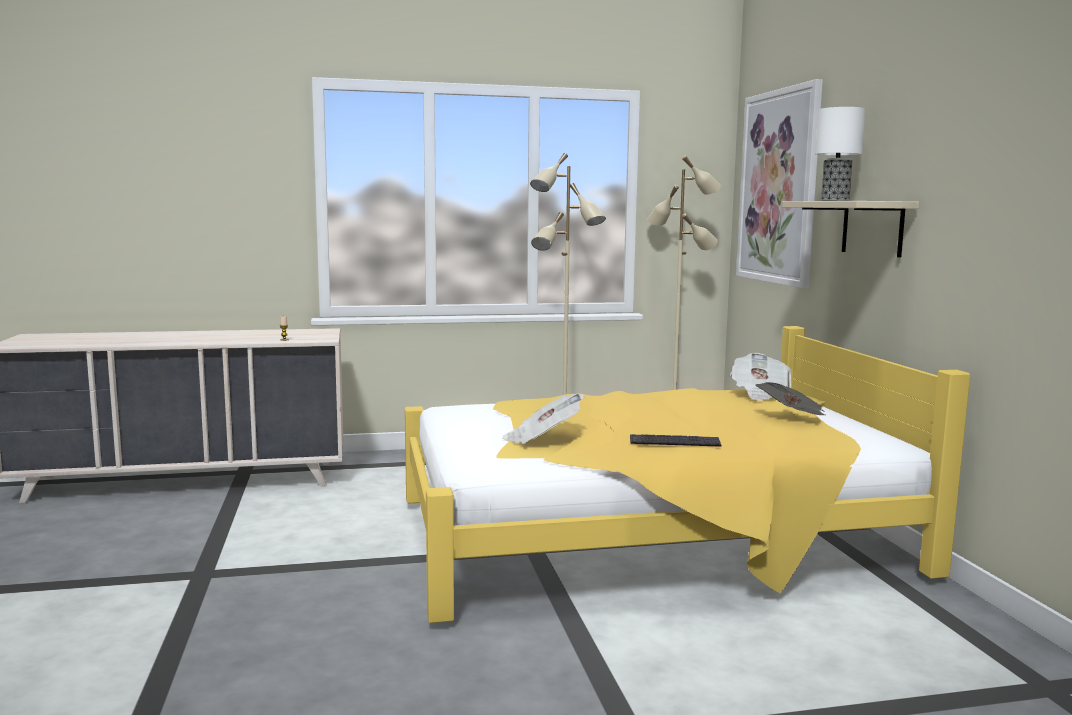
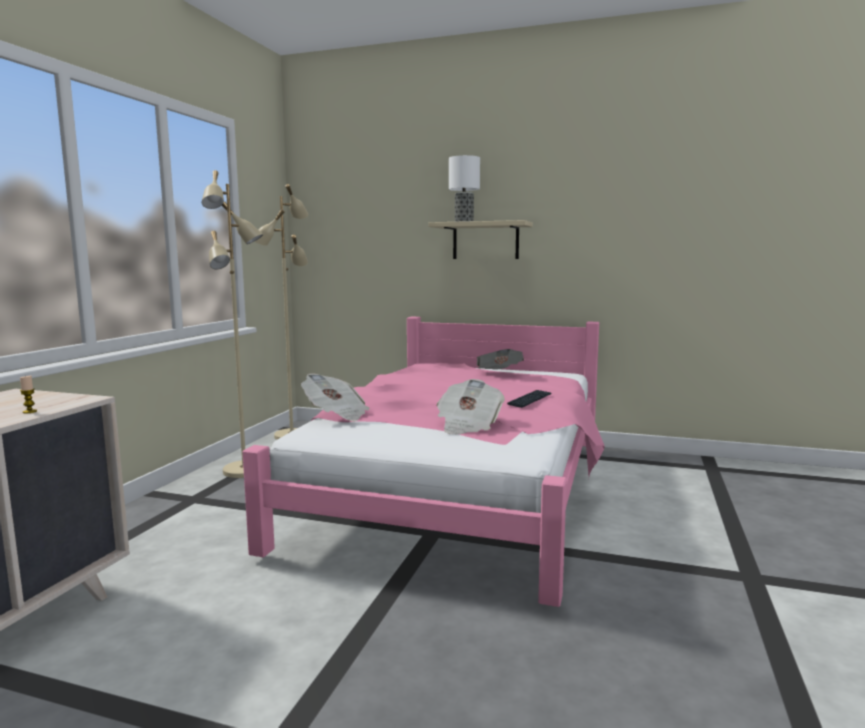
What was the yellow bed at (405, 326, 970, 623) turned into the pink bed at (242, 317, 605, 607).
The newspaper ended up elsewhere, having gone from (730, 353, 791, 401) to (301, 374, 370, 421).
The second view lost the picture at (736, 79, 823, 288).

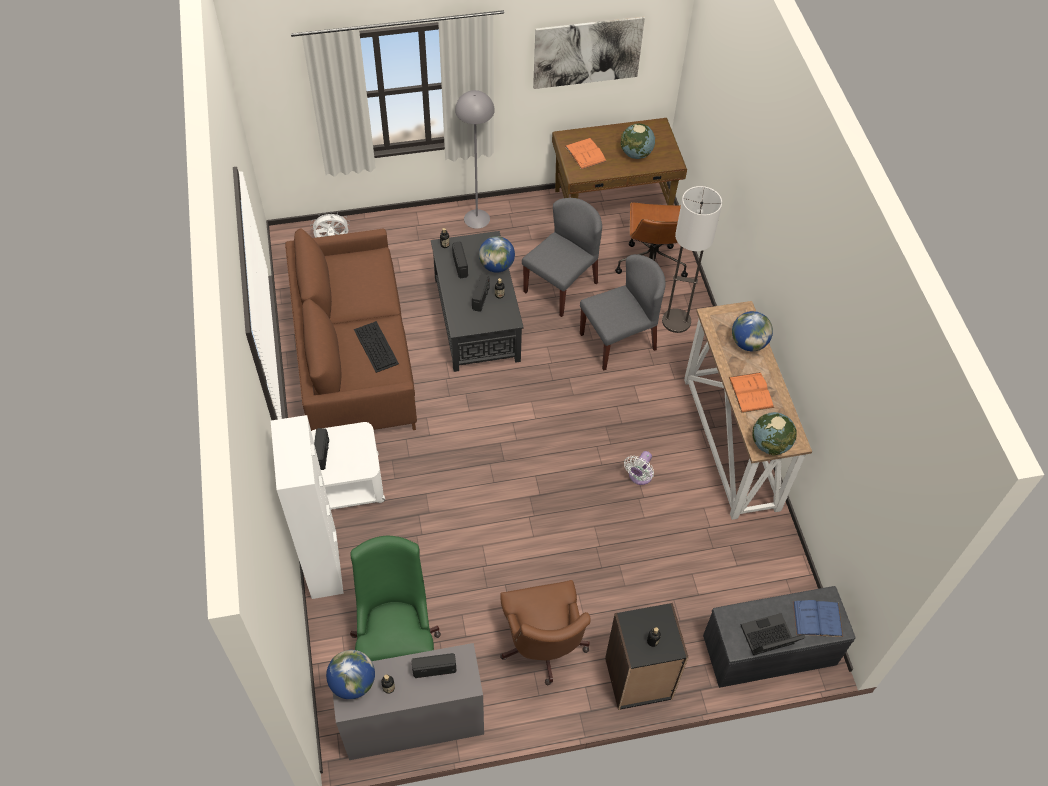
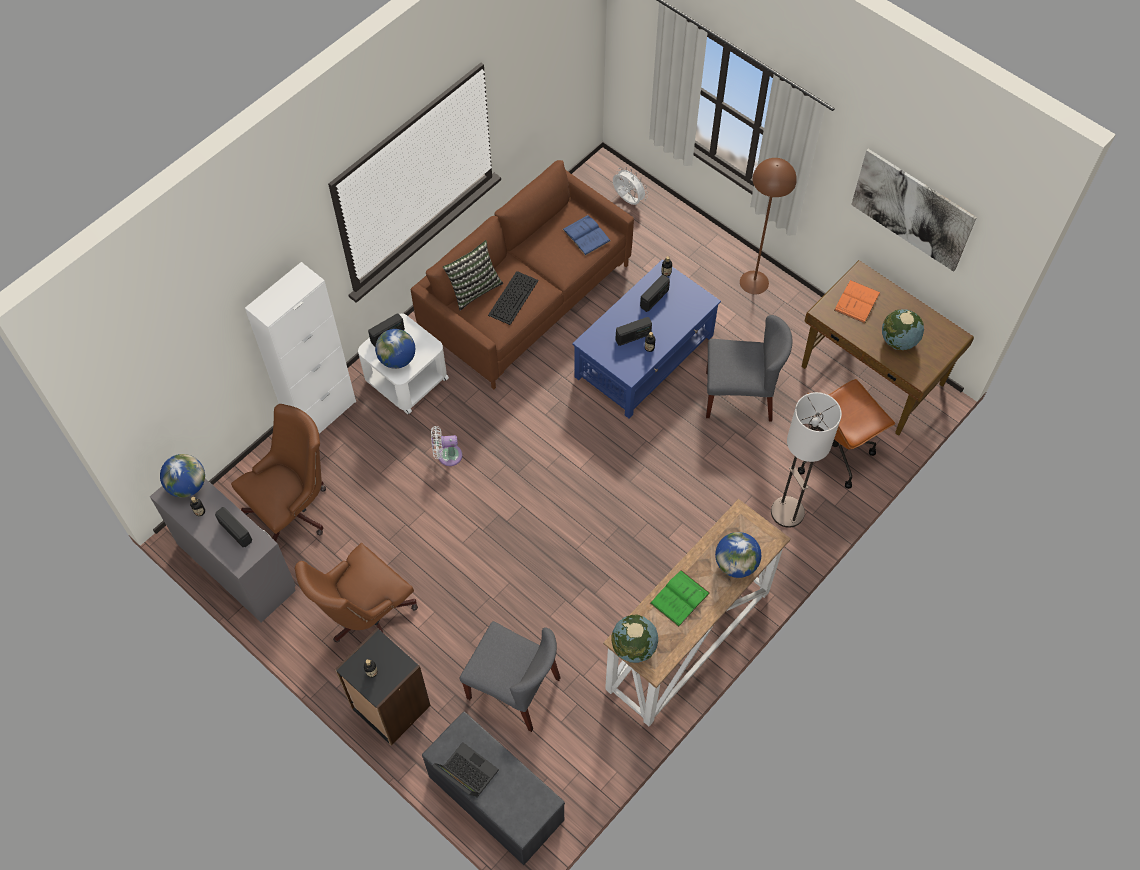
What was the green office chair at (350, 536, 441, 661) turned into the brown office chair at (231, 404, 326, 541).
The globe ended up elsewhere, having gone from (479, 236, 515, 272) to (375, 329, 415, 369).
The white fan ended up elsewhere, having gone from (624, 451, 654, 485) to (431, 426, 463, 466).
The second view gained the pillow at (443, 240, 503, 311).
The grey chair ended up elsewhere, having gone from (580, 254, 666, 371) to (460, 621, 560, 732).
The blue book ended up elsewhere, having gone from (793, 600, 843, 637) to (562, 215, 611, 256).
What was the black coffee table at (431, 231, 524, 372) turned into the blue coffee table at (572, 260, 721, 418).
What was the orange book at (729, 372, 774, 413) turned into the green book at (650, 570, 710, 627).
What was the grey floor lamp at (455, 90, 495, 229) turned into the brown floor lamp at (740, 158, 797, 294).

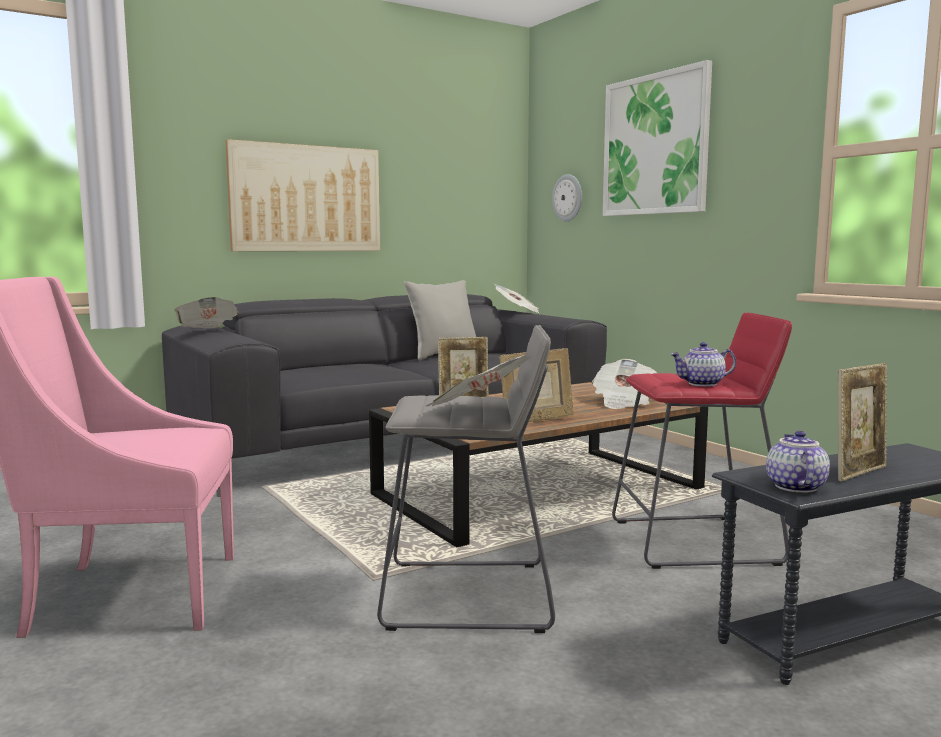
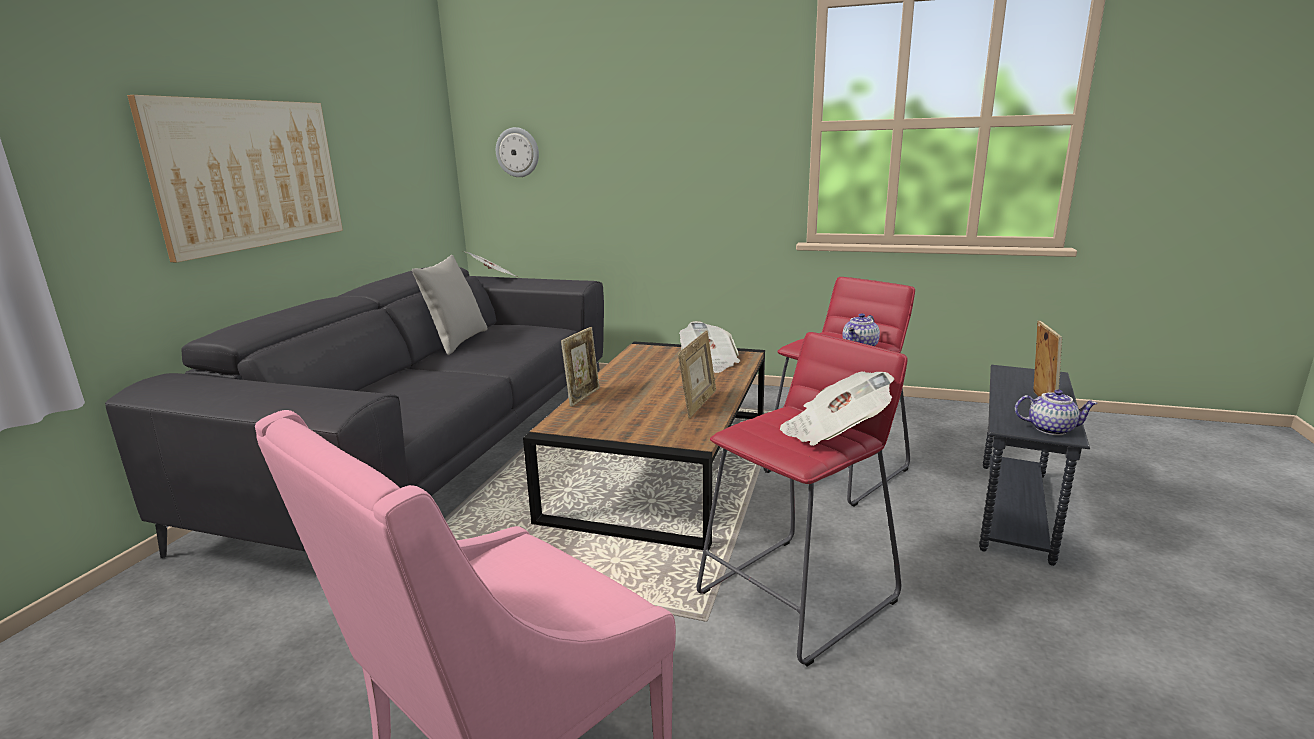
What was the grey stool at (377, 325, 555, 633) turned into the red stool at (697, 332, 908, 667).
The teapot at (766, 431, 830, 493) ended up facing another way, 135 degrees clockwise from before.
The second view lost the newspaper at (175, 297, 239, 329).
The second view lost the picture at (603, 60, 712, 216).

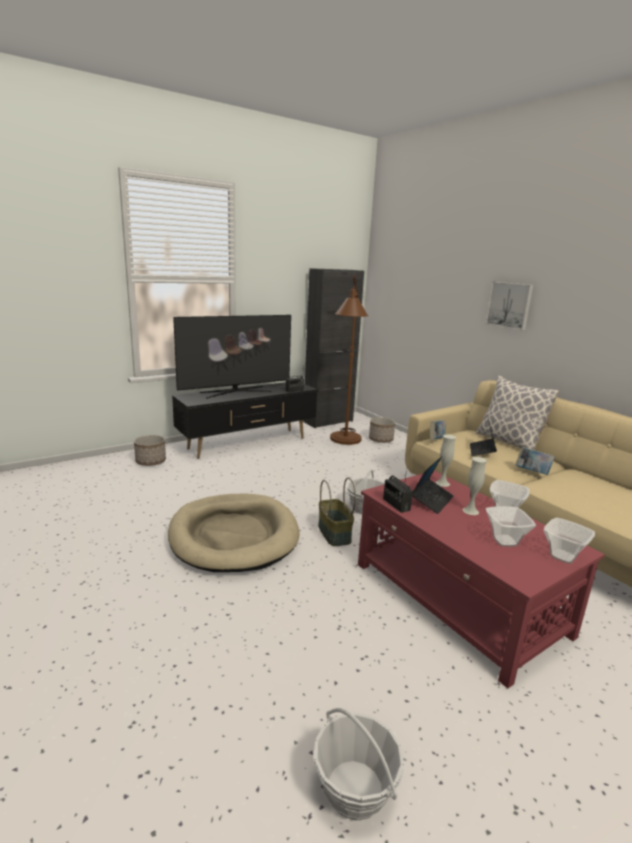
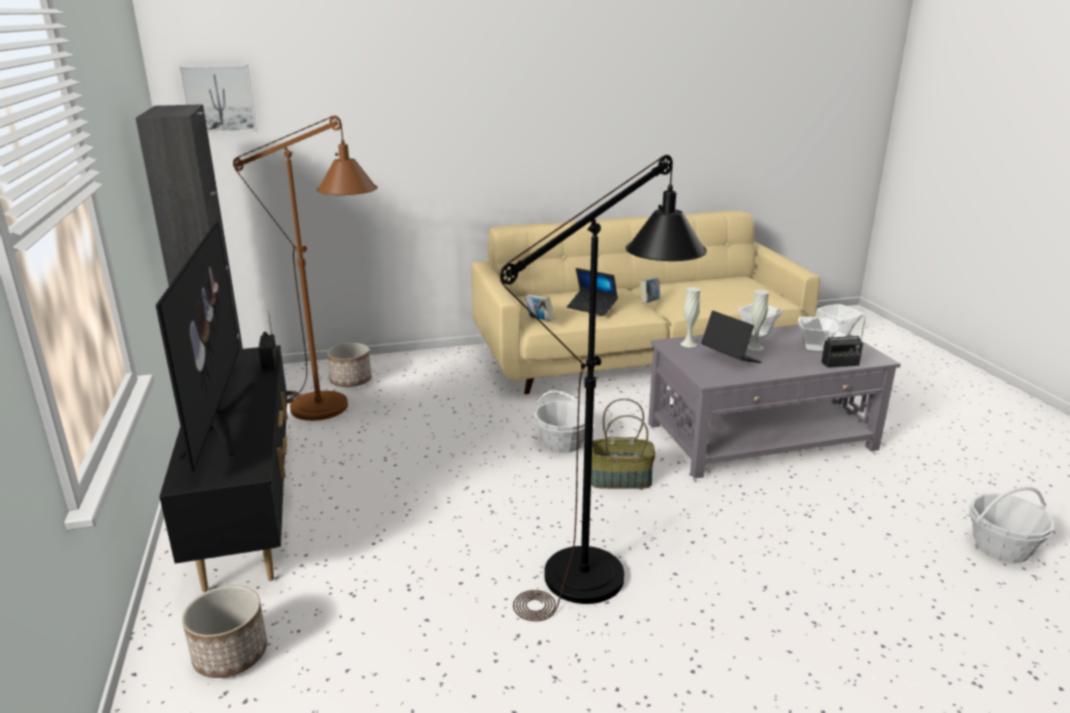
The picture ended up elsewhere, having gone from (486, 282, 533, 330) to (179, 65, 257, 133).
Where the beige dog bed stood at (168, 494, 299, 572), the black floor lamp came to stand at (500, 155, 707, 621).
What was the red coffee table at (358, 470, 605, 689) turned into the grey coffee table at (648, 325, 901, 479).
The radio ended up elsewhere, having gone from (383, 468, 413, 513) to (821, 320, 865, 368).
The second view lost the pillow at (476, 376, 559, 450).

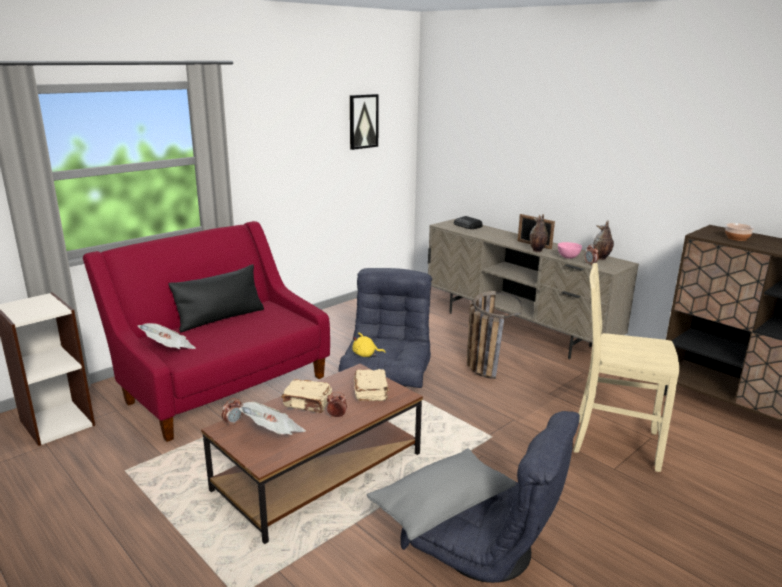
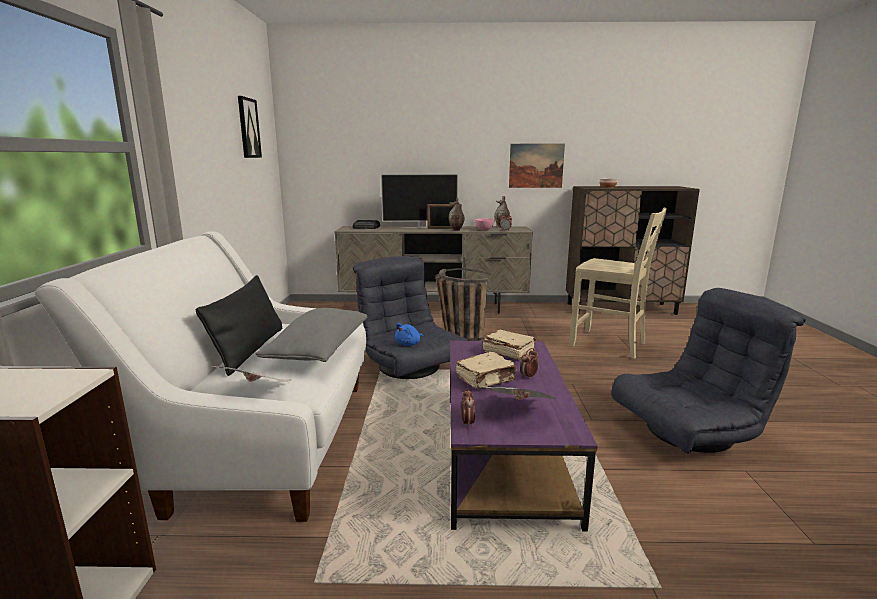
What was the red sofa at (83, 221, 330, 442) turned into the white sofa at (34, 231, 366, 522).
The grey pillow ended up elsewhere, having gone from (367, 448, 516, 541) to (256, 308, 367, 362).
The second view gained the television at (381, 174, 458, 228).
What was the yellow plush toy at (352, 333, 386, 357) turned into the blue plush toy at (395, 323, 423, 346).
What was the brown coffee table at (201, 364, 423, 544) turned into the purple coffee table at (450, 341, 597, 531).
The second view gained the picture at (509, 144, 565, 188).
The beige chair at (573, 263, 679, 472) ended up facing another way, 120 degrees counterclockwise from before.

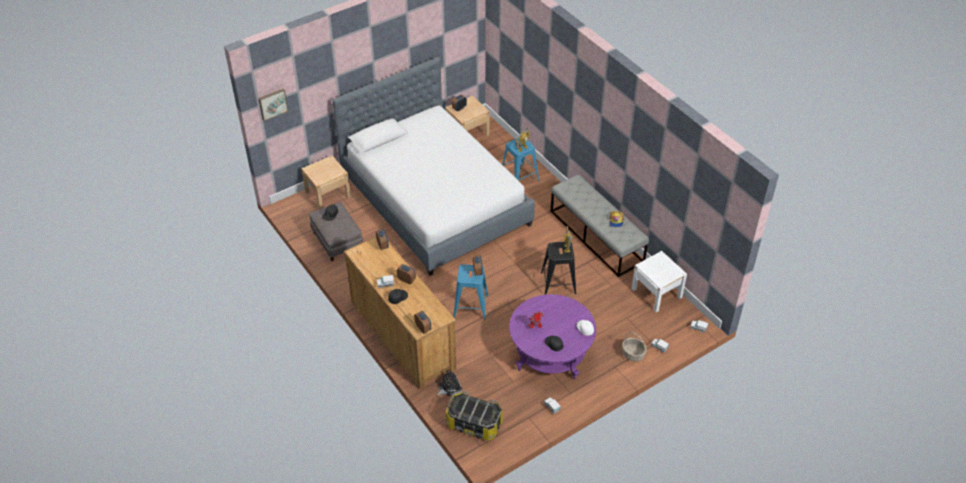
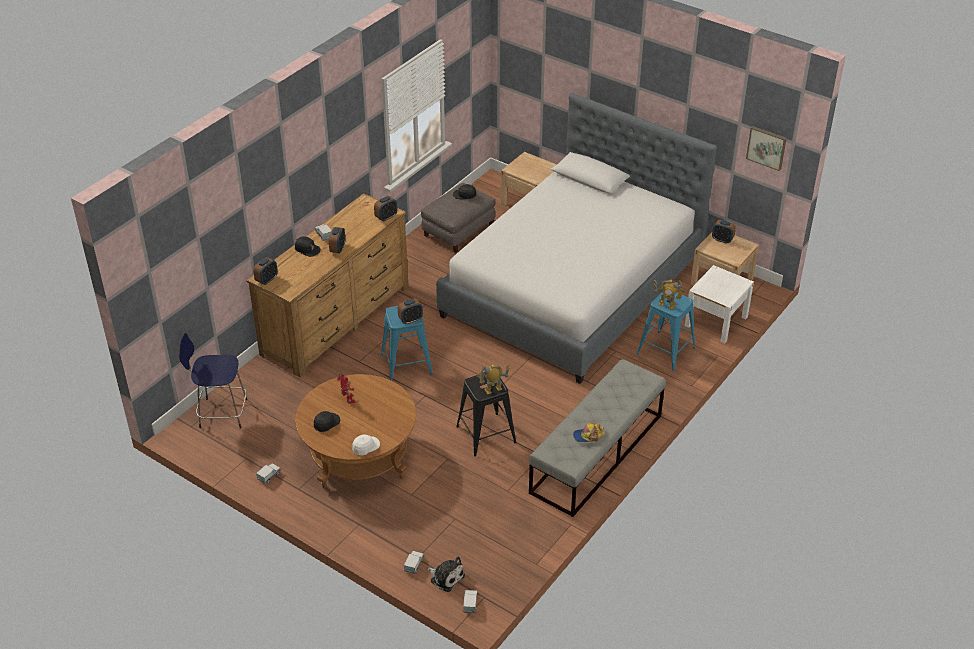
Where the storage box stood at (446, 391, 503, 441), the blue stool came to stand at (179, 333, 247, 429).
What was the purple coffee table at (509, 294, 596, 379) turned into the brown coffee table at (295, 374, 416, 489).
The plush toy ended up elsewhere, having gone from (437, 370, 462, 396) to (426, 557, 465, 592).
The white nightstand ended up elsewhere, having gone from (631, 251, 687, 312) to (685, 265, 754, 344).
The picture ended up elsewhere, having gone from (258, 89, 288, 121) to (746, 126, 787, 171).
The second view lost the basket at (622, 332, 647, 362).

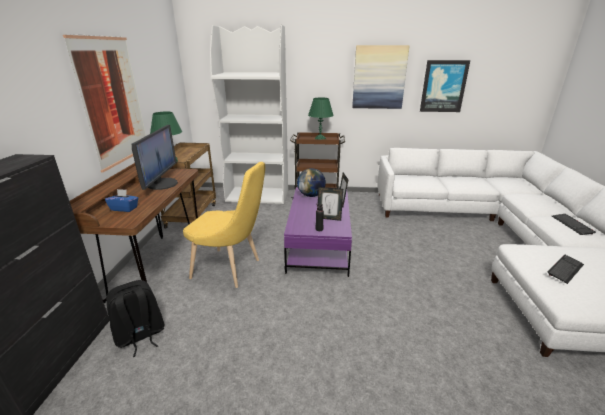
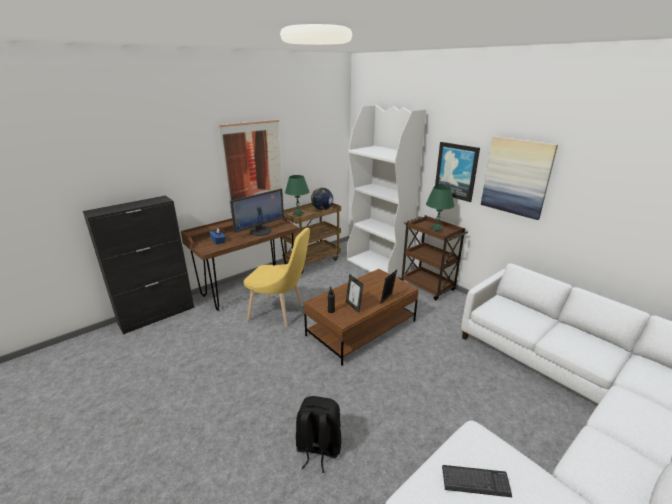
The yellow chair at (183, 162, 265, 288) ended up facing another way, 45 degrees counterclockwise from before.
The black backpack ended up elsewhere, having gone from (106, 280, 164, 357) to (296, 396, 341, 473).
What was the purple coffee table at (284, 187, 352, 277) turned into the brown coffee table at (304, 269, 419, 366).
The globe ended up elsewhere, having gone from (297, 168, 326, 197) to (311, 188, 333, 210).
The picture ended up elsewhere, having gone from (420, 60, 470, 112) to (435, 142, 480, 202).
The second view lost the keyboard at (552, 214, 596, 235).

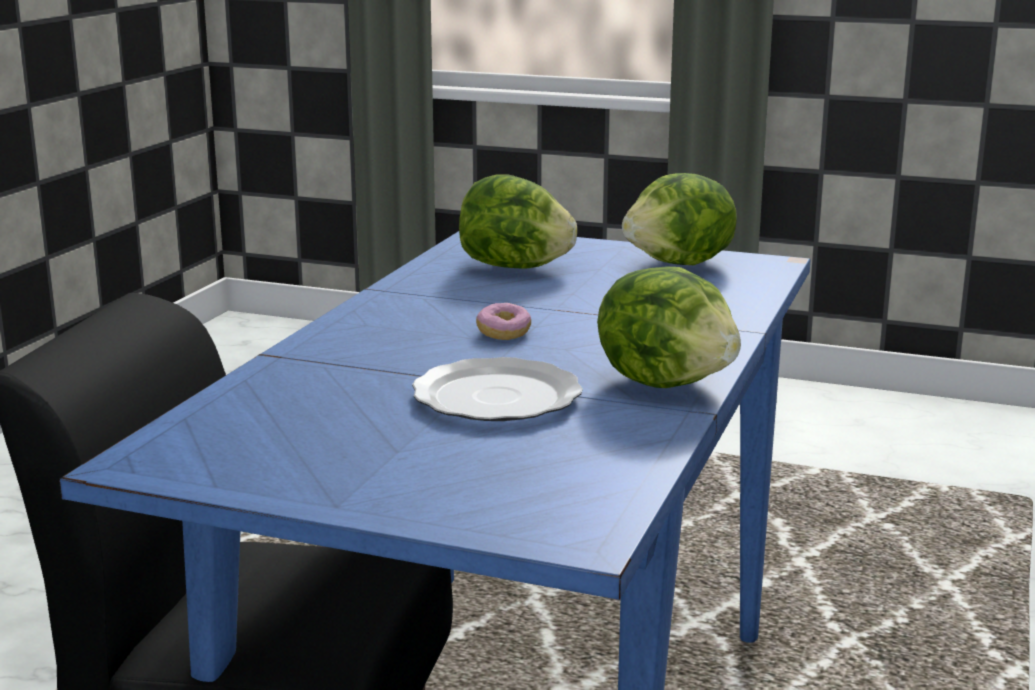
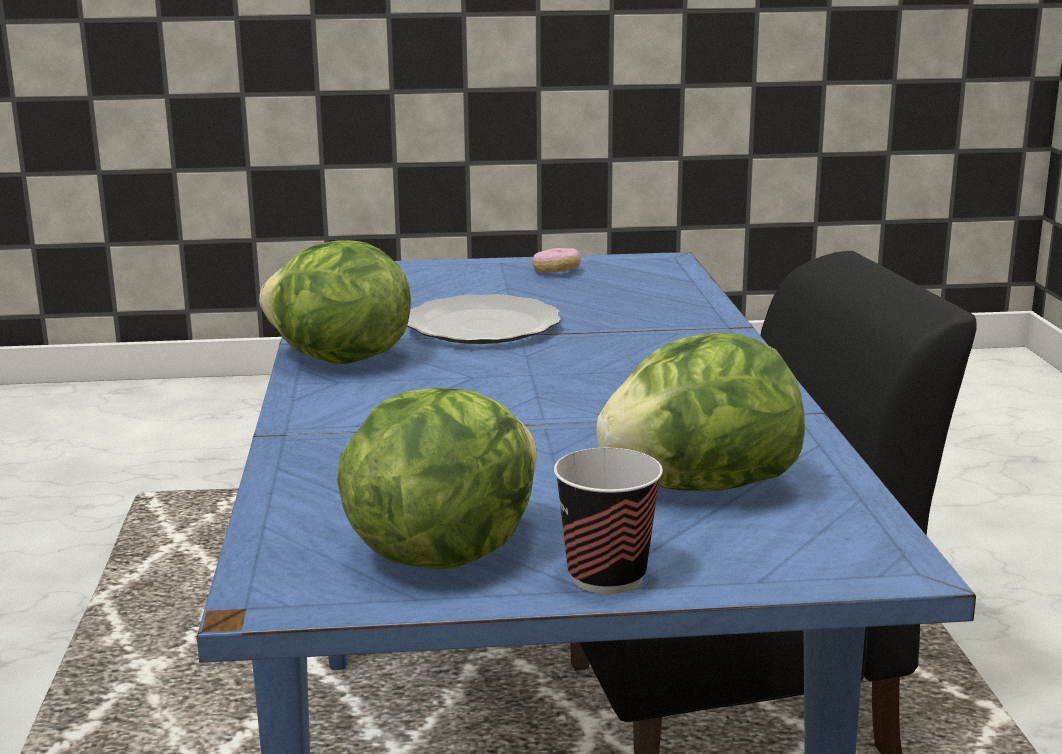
The donut ended up elsewhere, having gone from (476, 303, 531, 340) to (532, 248, 581, 272).
The second view gained the cup at (554, 448, 663, 594).

